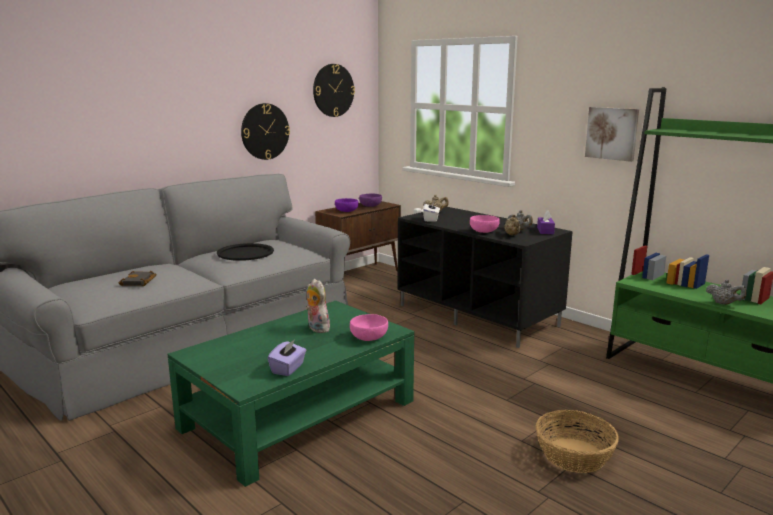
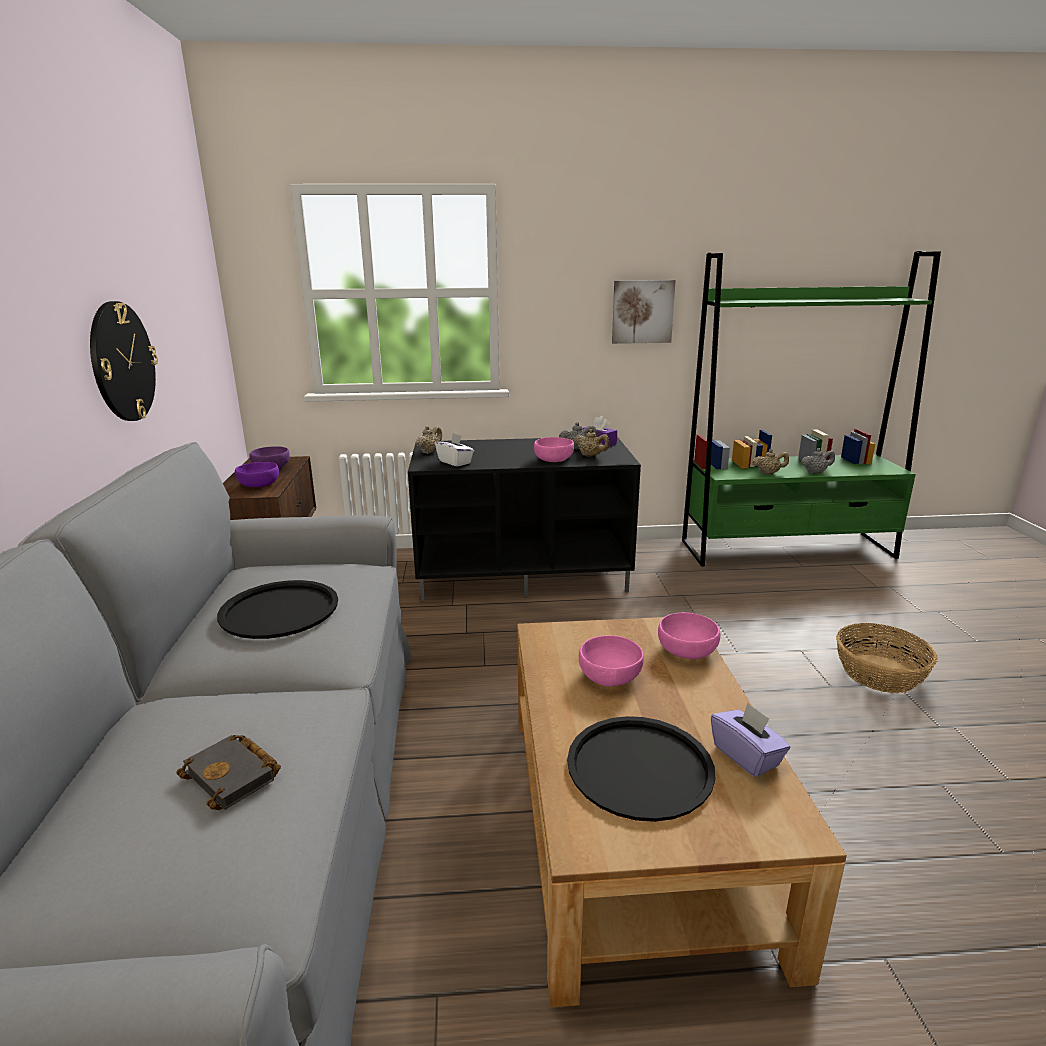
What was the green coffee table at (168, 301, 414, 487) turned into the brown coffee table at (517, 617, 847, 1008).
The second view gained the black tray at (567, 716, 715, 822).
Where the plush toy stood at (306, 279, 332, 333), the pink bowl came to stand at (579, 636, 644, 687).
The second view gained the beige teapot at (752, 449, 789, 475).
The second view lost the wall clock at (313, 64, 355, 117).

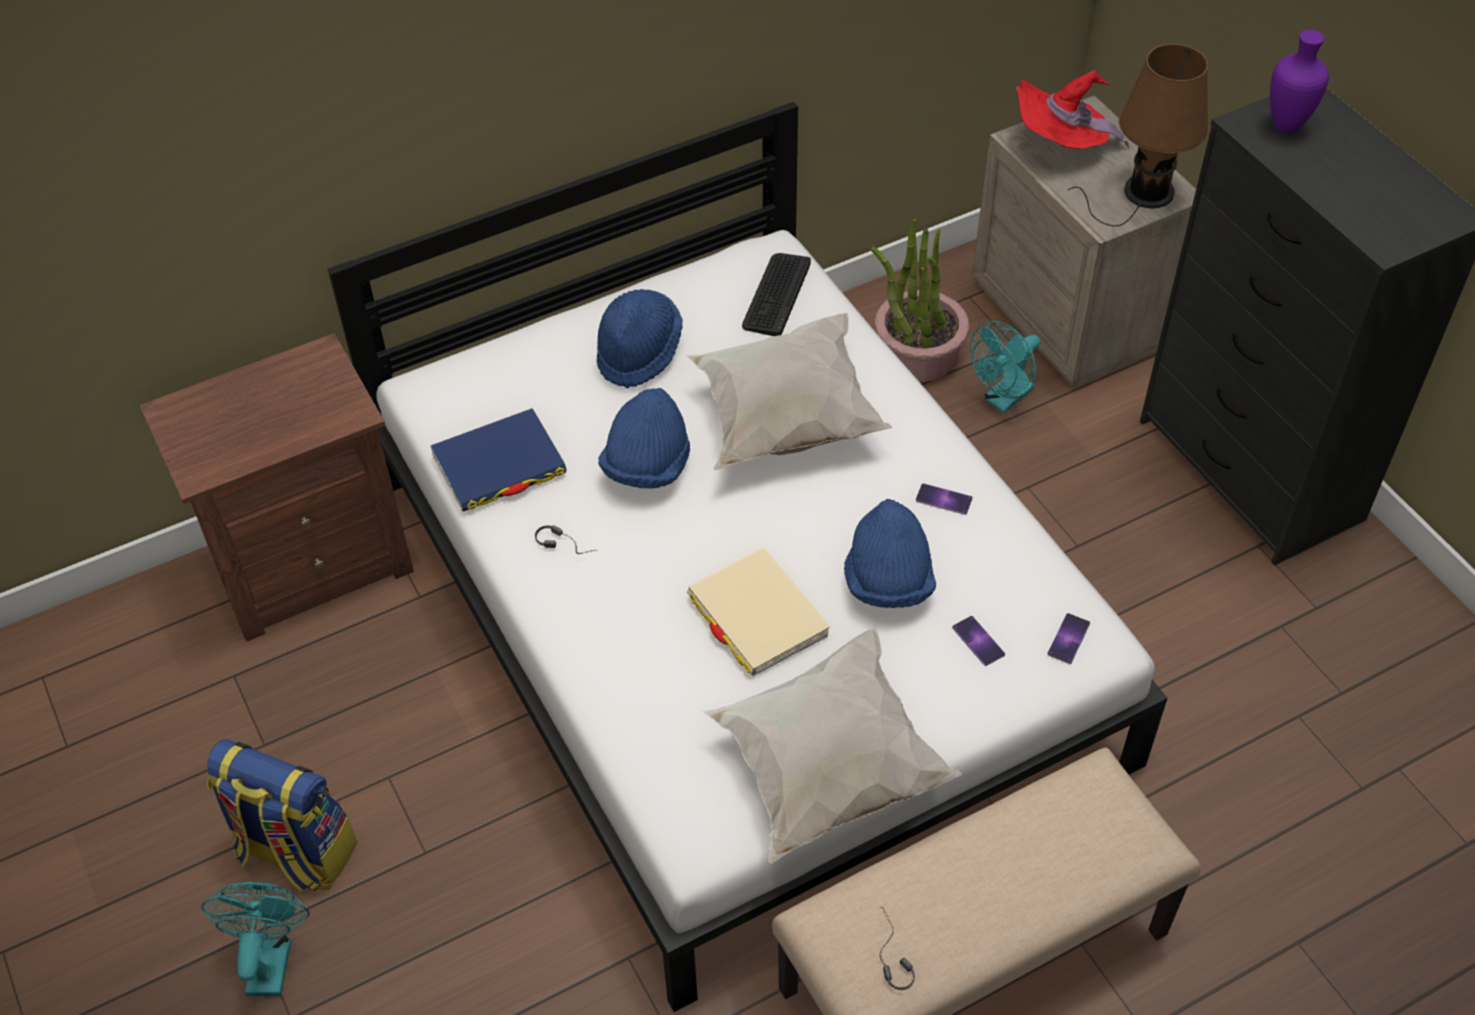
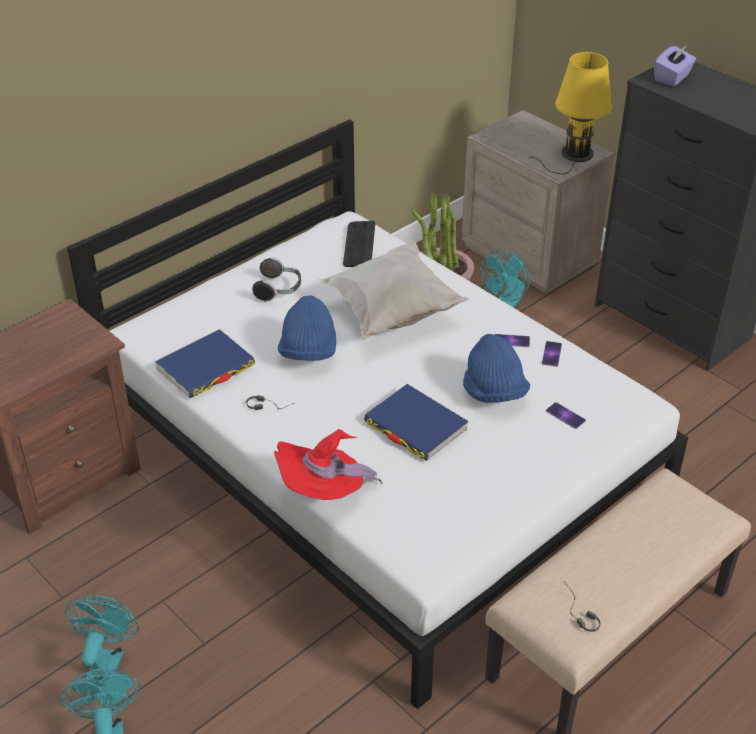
Where the backpack stood at (207, 739, 357, 892), the turquoise fan came to stand at (65, 596, 139, 686).
Where the blue hat stood at (597, 289, 683, 388), the headphones came to stand at (252, 257, 301, 302).
The red hat ended up elsewhere, having gone from (1016, 70, 1129, 149) to (274, 429, 383, 500).
What was the beige book at (687, 548, 830, 676) turned into the blue book at (364, 384, 469, 461).
What was the brown table lamp at (1068, 44, 1209, 226) turned into the yellow table lamp at (528, 52, 612, 174).
The phone ended up elsewhere, having gone from (1047, 613, 1090, 664) to (542, 341, 562, 367).
Where the purple vase stood at (1270, 29, 1329, 134), the purple tissue box came to stand at (654, 45, 696, 87).
The second view lost the white pillow at (702, 628, 961, 863).

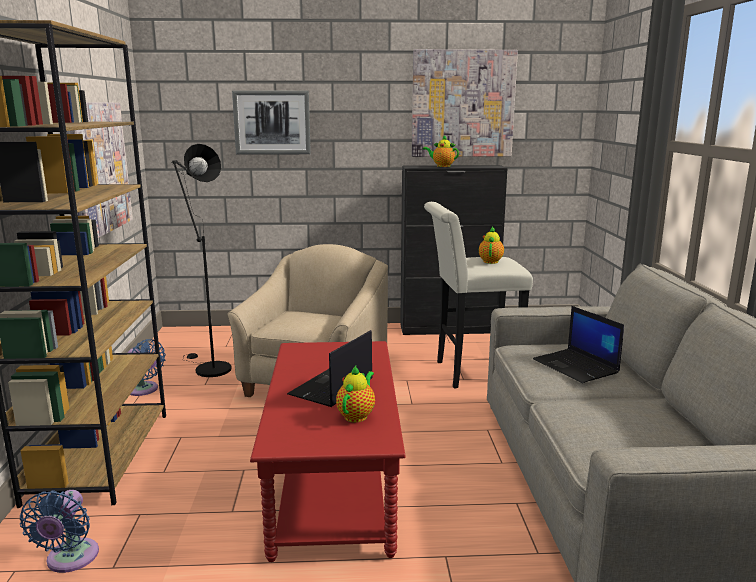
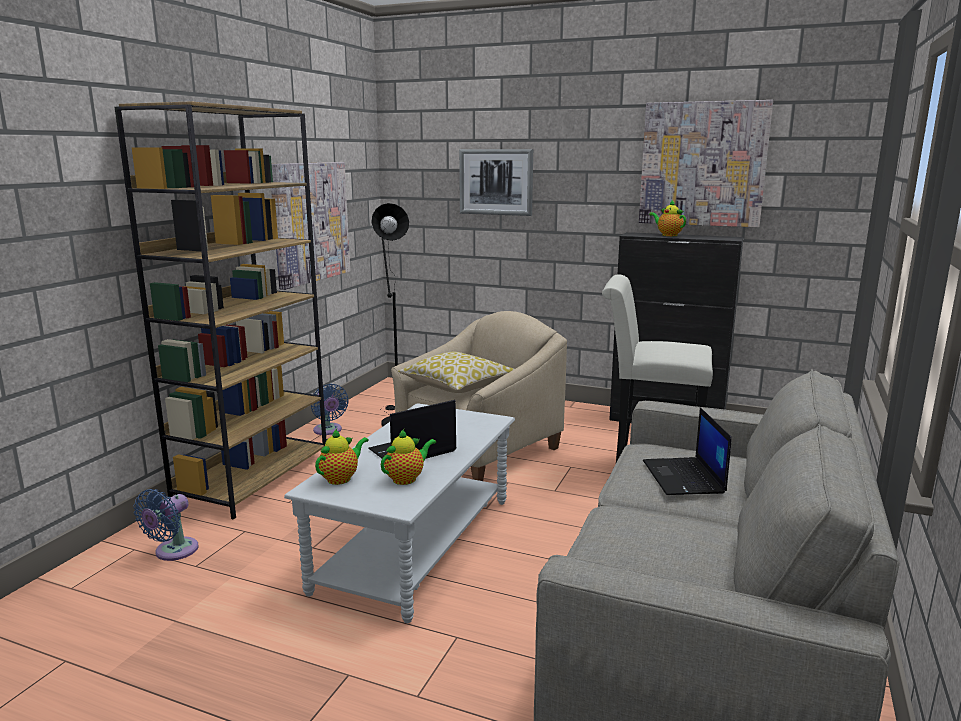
What was the red coffee table at (250, 341, 406, 562) turned into the grey coffee table at (284, 403, 515, 623).
The teapot ended up elsewhere, having gone from (479, 226, 504, 264) to (315, 429, 369, 485).
The second view gained the pillow at (398, 352, 514, 393).

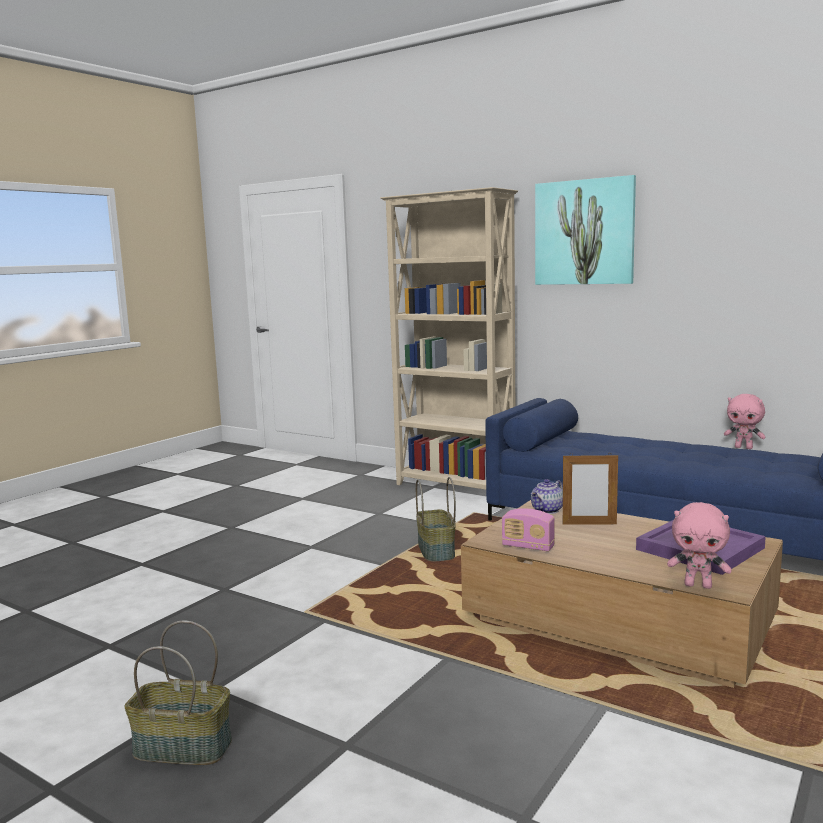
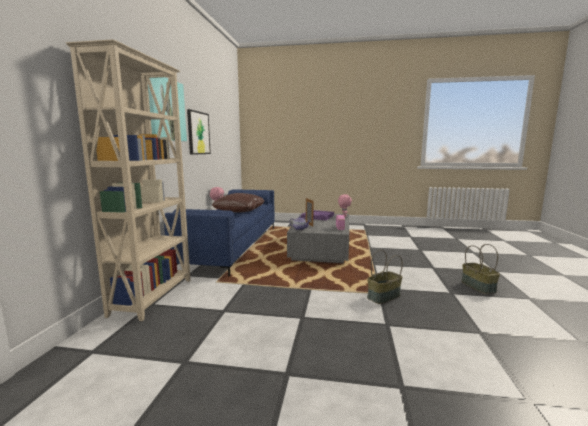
The second view gained the picture at (187, 109, 211, 155).
The second view gained the brown pillow at (212, 193, 264, 212).
What was the brown coffee table at (461, 500, 783, 688) turned into the grey coffee table at (287, 213, 349, 263).
The basket ended up elsewhere, having gone from (416, 477, 456, 562) to (367, 250, 403, 304).

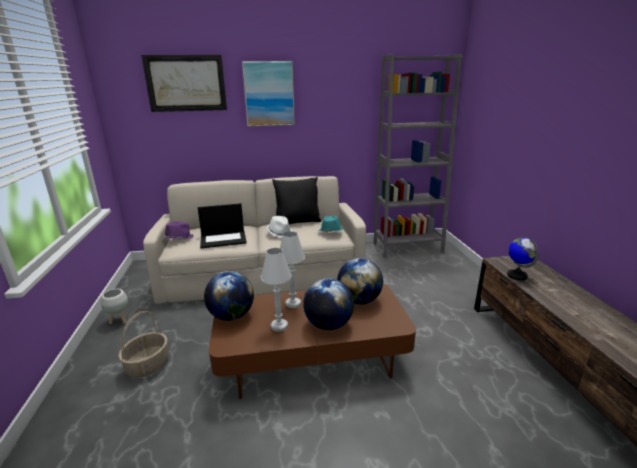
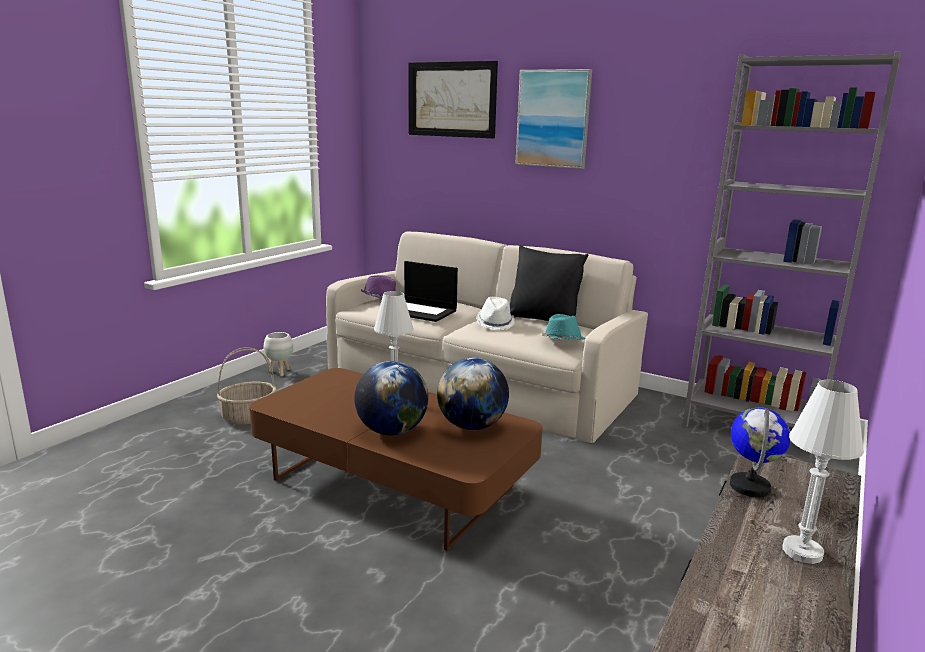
The white table lamp ended up elsewhere, having gone from (261, 248, 292, 331) to (783, 380, 864, 564).
The second view lost the globe at (204, 271, 254, 321).

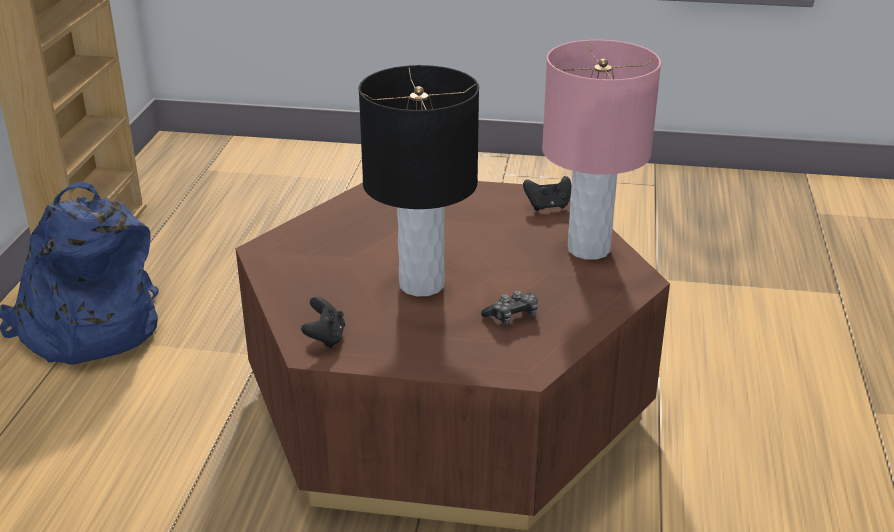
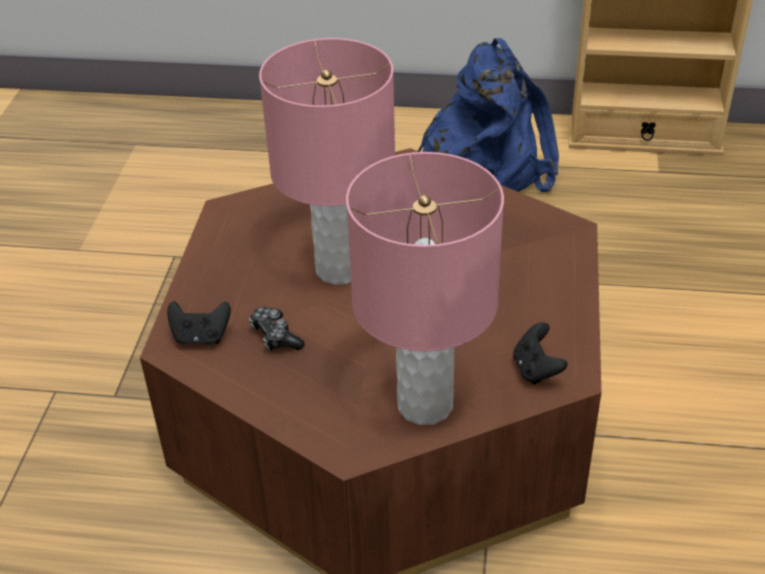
The black game controller ended up elsewhere, having gone from (301, 297, 345, 348) to (167, 301, 231, 345).
What was the black table lamp at (359, 65, 479, 297) turned into the pink table lamp at (259, 38, 395, 285).

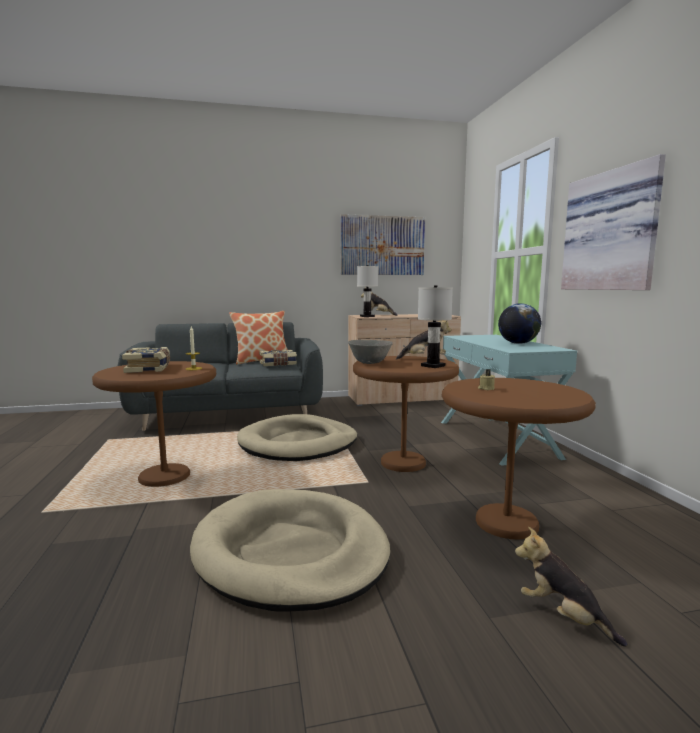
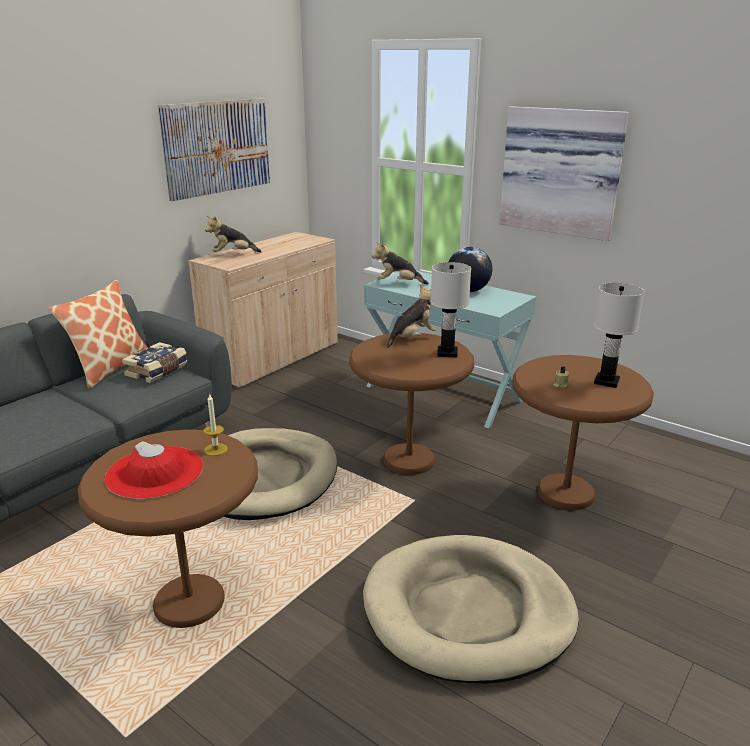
Where the book stood at (122, 347, 170, 373), the red hat came to stand at (105, 441, 203, 499).
The plush toy ended up elsewhere, having gone from (515, 527, 627, 647) to (372, 242, 429, 285).
The white table lamp ended up elsewhere, having gone from (357, 265, 378, 317) to (593, 283, 644, 388).
The second view lost the grey bowl at (348, 340, 393, 364).

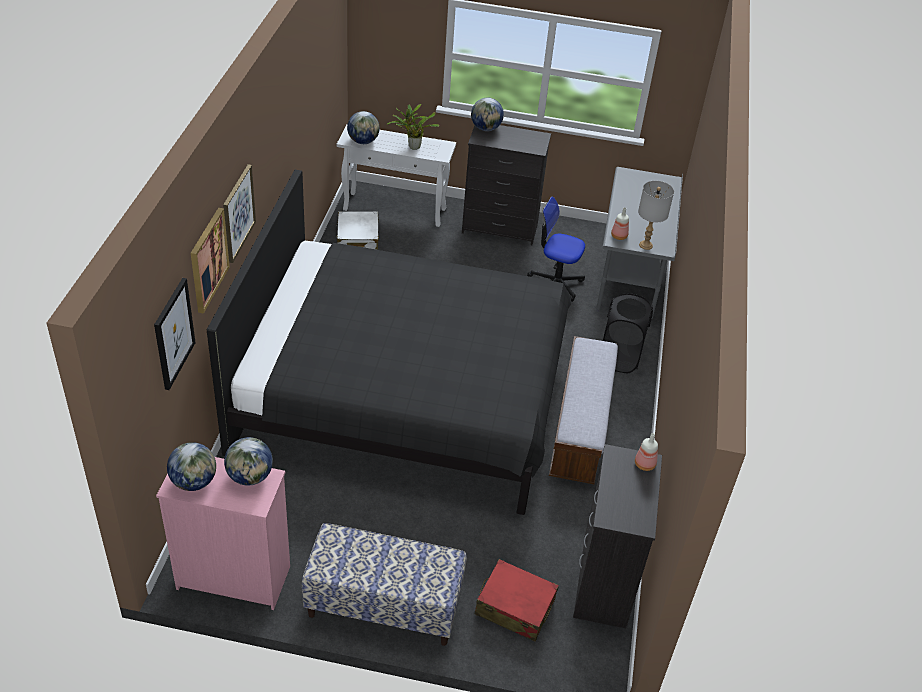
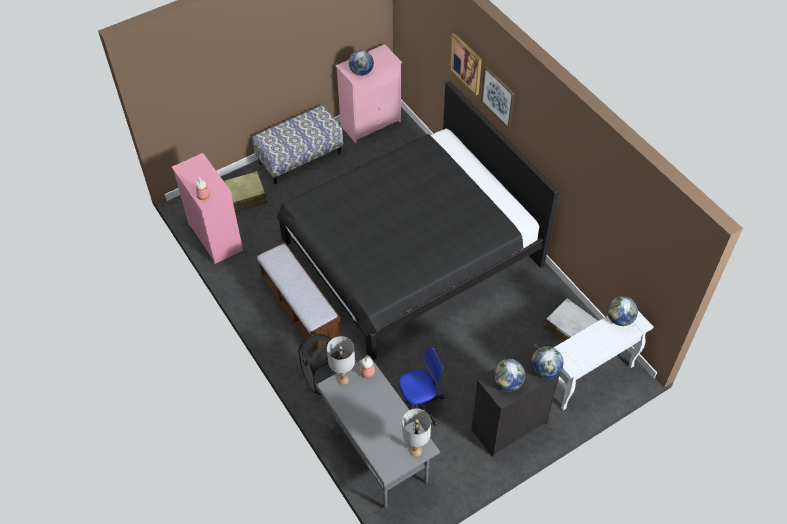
What was the black dresser at (573, 444, 662, 628) turned into the pink dresser at (172, 153, 243, 264).
What was the red suitcase at (475, 559, 559, 641) turned into the beige suitcase at (224, 171, 267, 212).
The second view gained the grey table lamp at (402, 409, 431, 457).
The globe ended up elsewhere, having gone from (167, 442, 216, 491) to (493, 359, 525, 391).
The second view lost the picture at (154, 278, 196, 390).
The second view lost the potted plant at (387, 104, 439, 150).

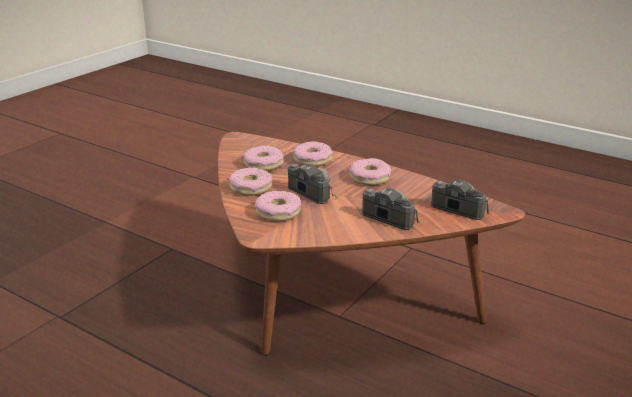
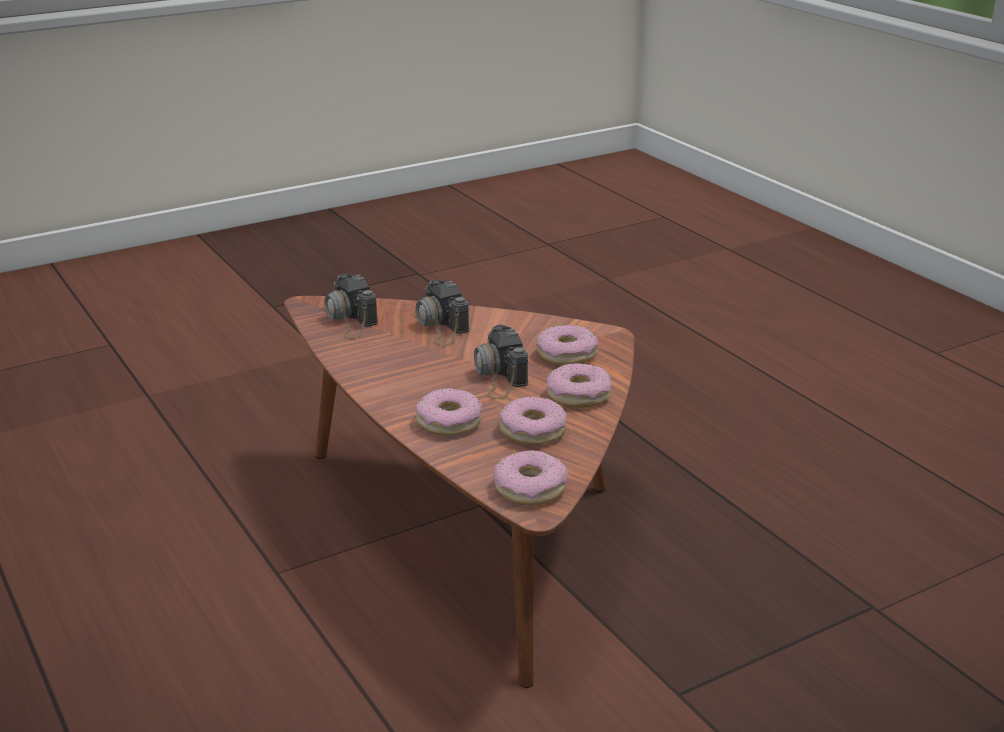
The donut ended up elsewhere, having gone from (349, 158, 391, 185) to (493, 450, 567, 506).

